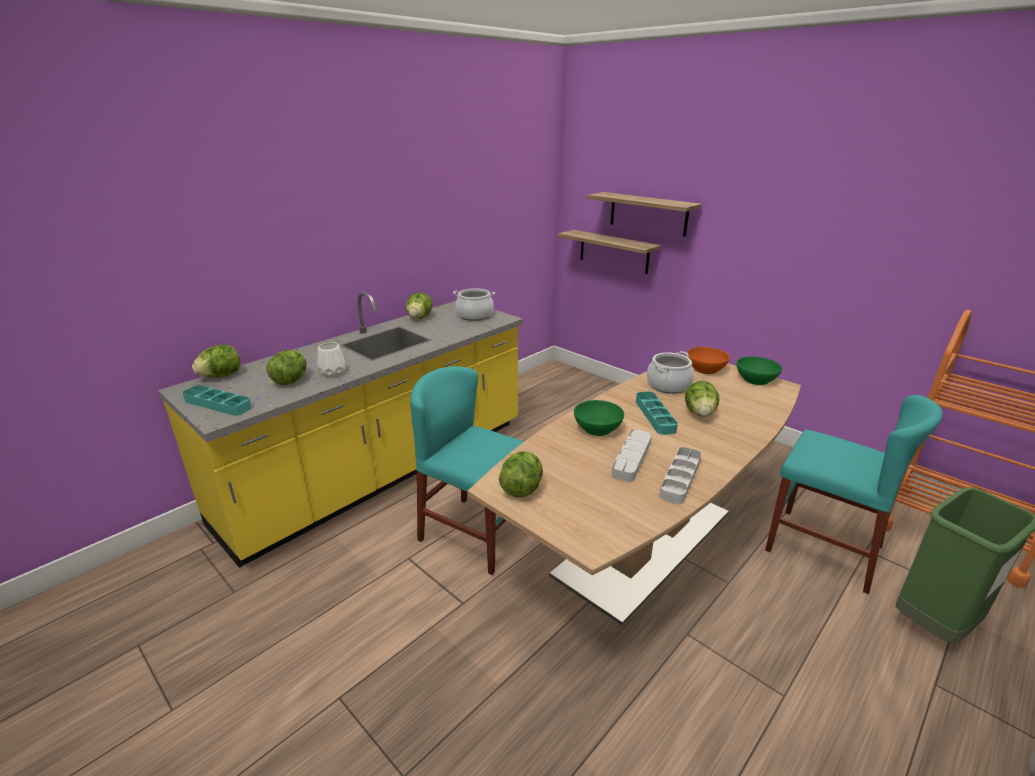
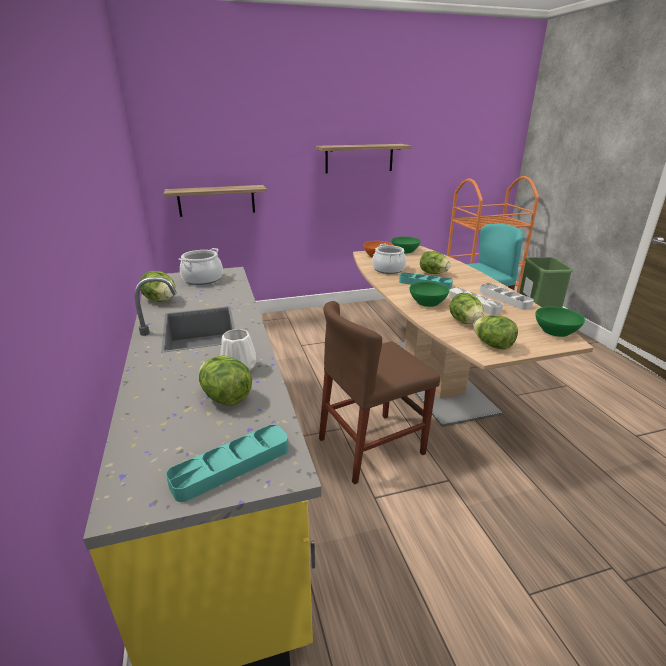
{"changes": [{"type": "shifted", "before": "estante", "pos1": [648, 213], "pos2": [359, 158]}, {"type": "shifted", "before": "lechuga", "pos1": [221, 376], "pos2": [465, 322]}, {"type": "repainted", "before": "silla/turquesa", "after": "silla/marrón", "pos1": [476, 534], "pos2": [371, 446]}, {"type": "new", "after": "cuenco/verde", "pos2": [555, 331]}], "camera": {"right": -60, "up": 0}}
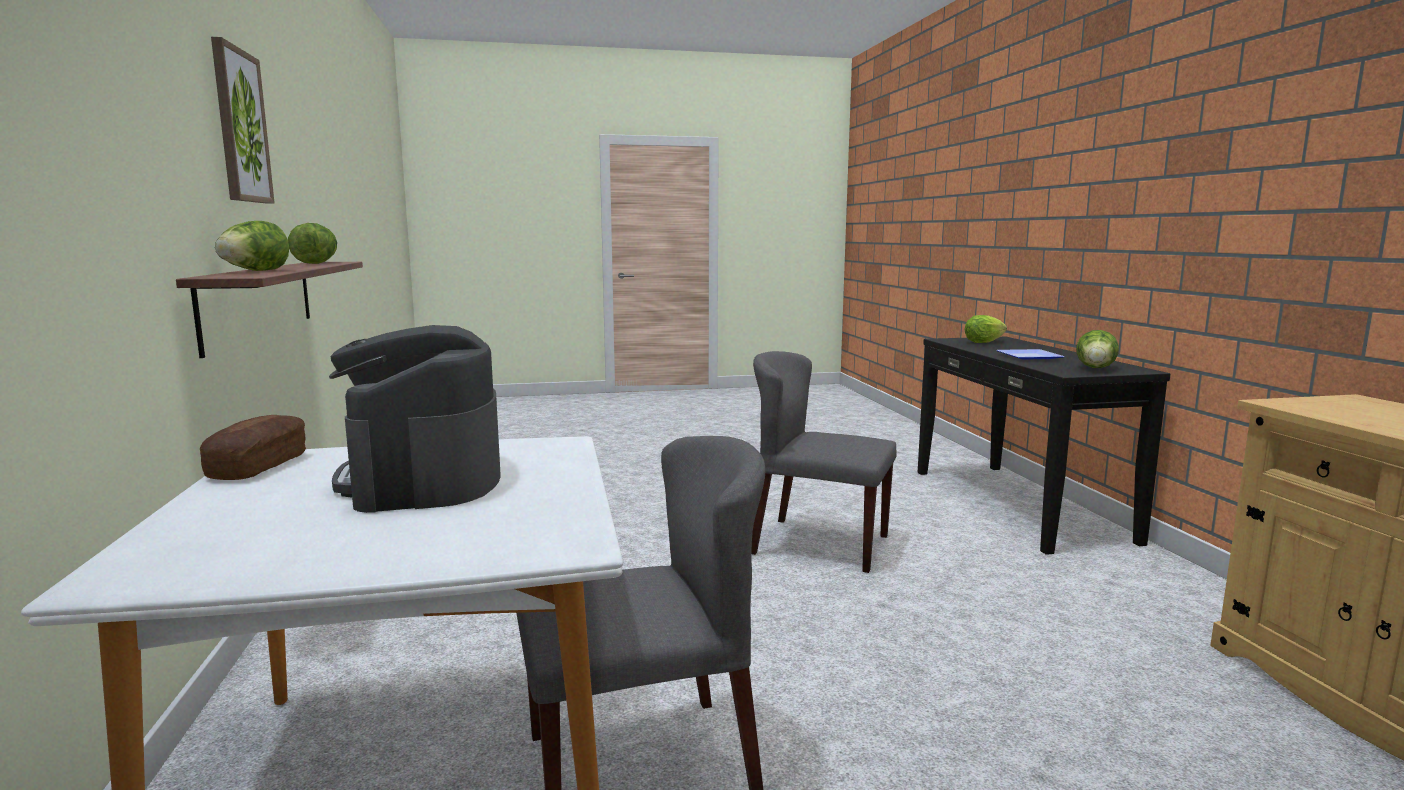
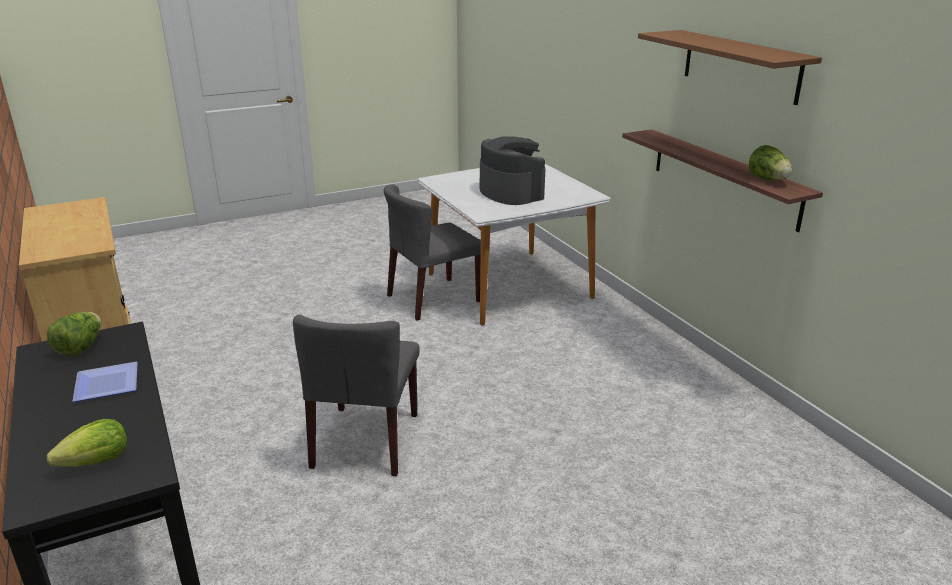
{"changes": [{"type": "swapped", "before": "cuadro", "after": "estante/marrón", "pos1": [240, 126], "pos2": [740, 66]}, {"type": "gone", "before": "lechuga", "pos1": [254, 271]}, {"type": "rotated", "before": "silla/gris", "pos1": [819, 544], "pos2": [366, 441], "turn": 90}, {"type": "gone", "before": "pan", "pos1": [258, 466]}], "camera": {"right": 165, "up": 15}}
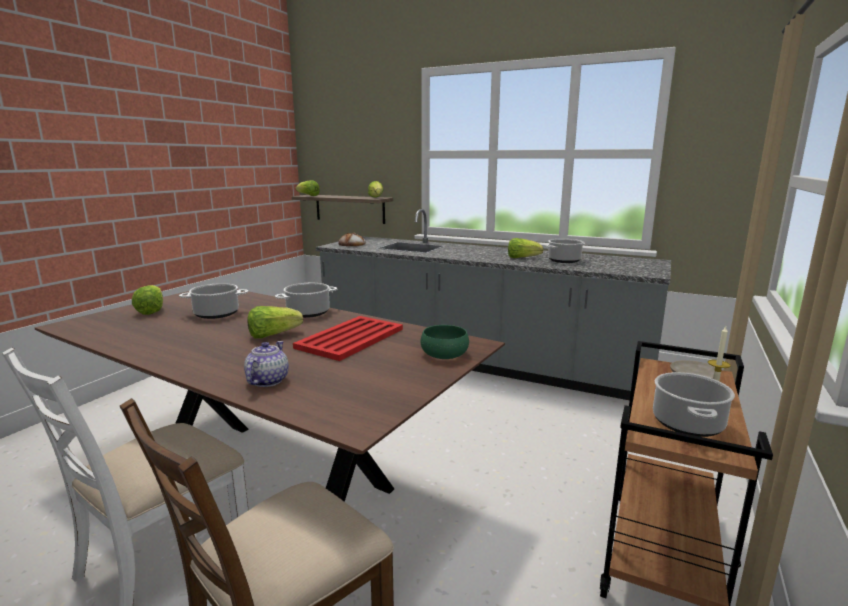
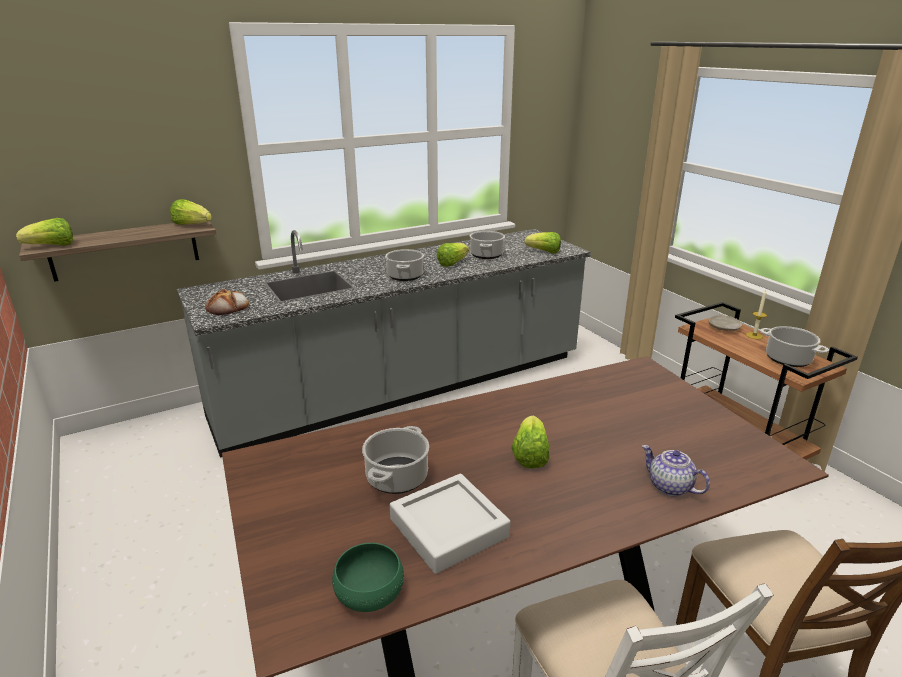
{"changes": [{"type": "shifted", "before": "olla", "pos1": [308, 313], "pos2": [405, 276]}, {"type": "shifted", "before": "lechuga", "pos1": [151, 310], "pos2": [544, 252]}, {"type": "gone", "before": "bandeja/rojo", "pos1": [349, 338]}, {"type": "shifted", "before": "cuenco/verde", "pos1": [444, 354], "pos2": [369, 591]}, {"type": "new", "after": "bandeja/gris", "pos2": [448, 528]}], "camera": {"right": -55, "up": 10}}
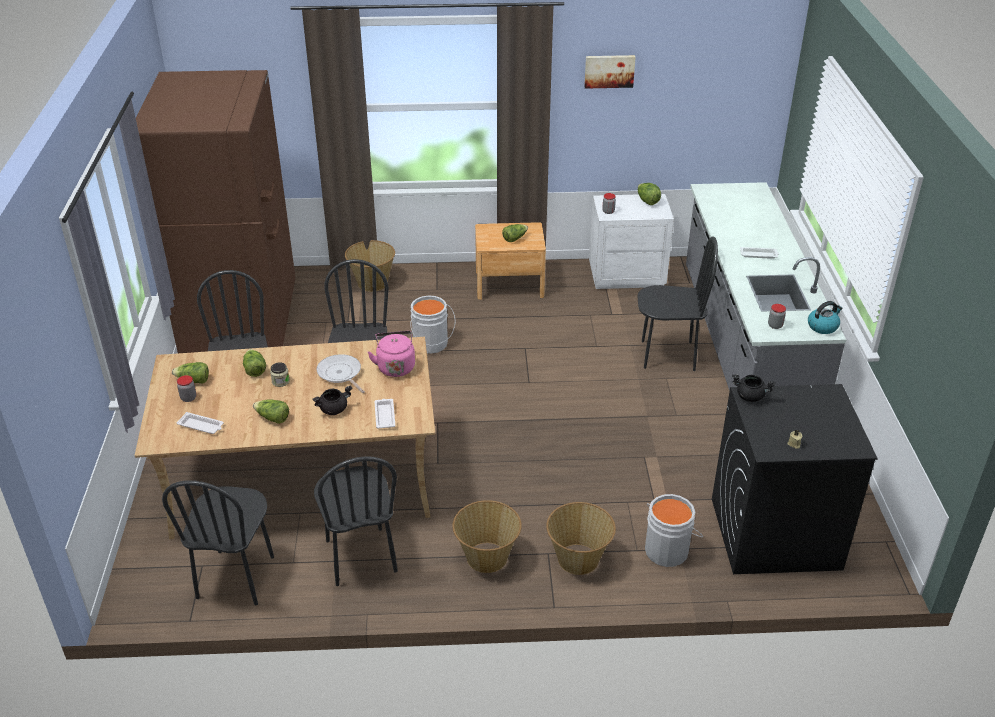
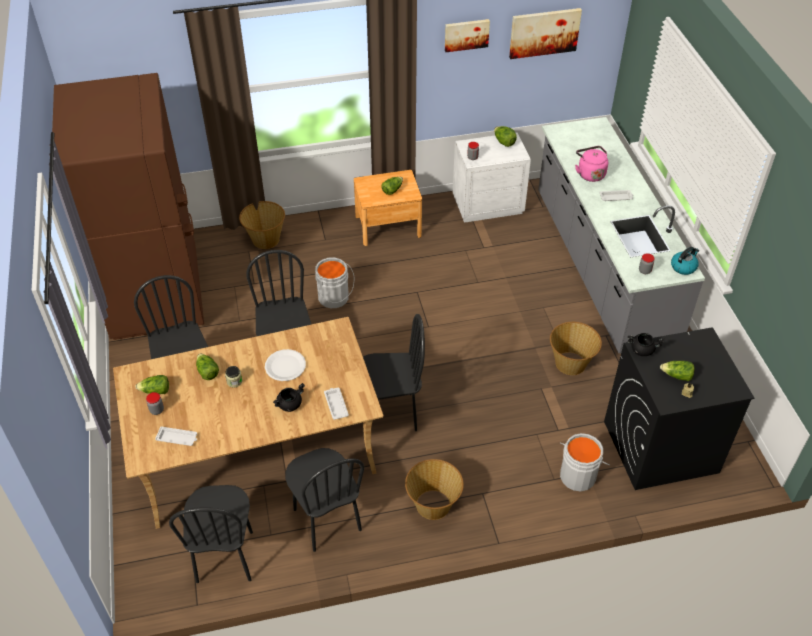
{"changes": [{"type": "shifted", "before": "silla/negro", "pos1": [668, 355], "pos2": [390, 414]}, {"type": "shifted", "before": "hervidor/rosa", "pos1": [395, 366], "pos2": [590, 173]}, {"type": "swapped", "before": "sartén", "after": "plato/blanco", "pos1": [340, 374], "pos2": [285, 366]}, {"type": "shifted", "before": "lechuga", "pos1": [272, 418], "pos2": [677, 376]}, {"type": "shifted", "before": "cesta", "pos1": [578, 560], "pos2": [571, 364]}, {"type": "new", "after": "cuadro", "pos2": [544, 32]}], "camera": {"right": -10, "up": 10}}
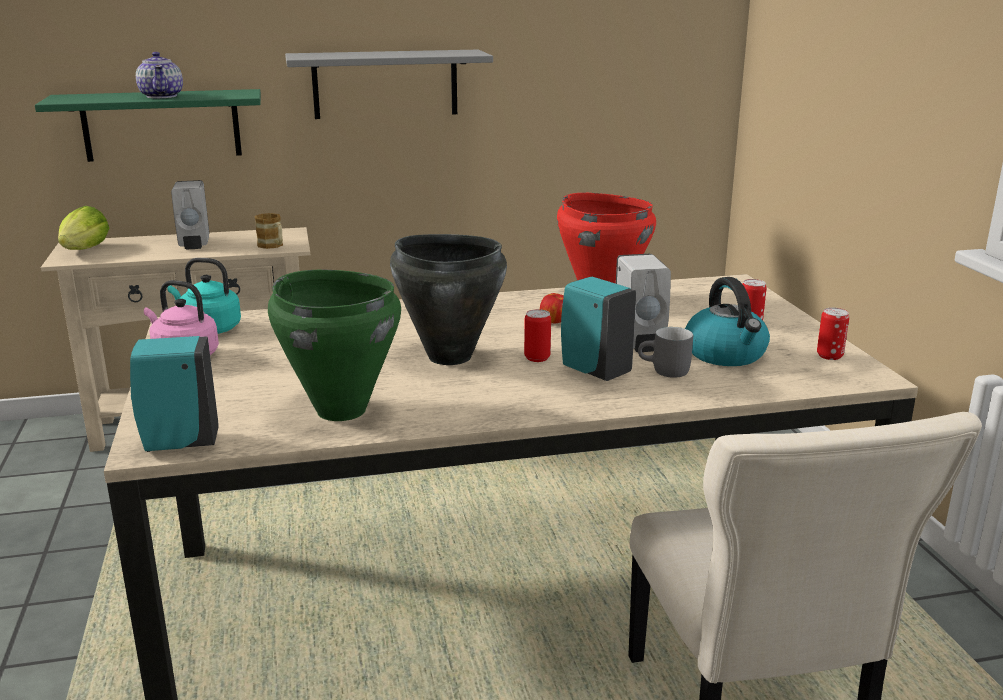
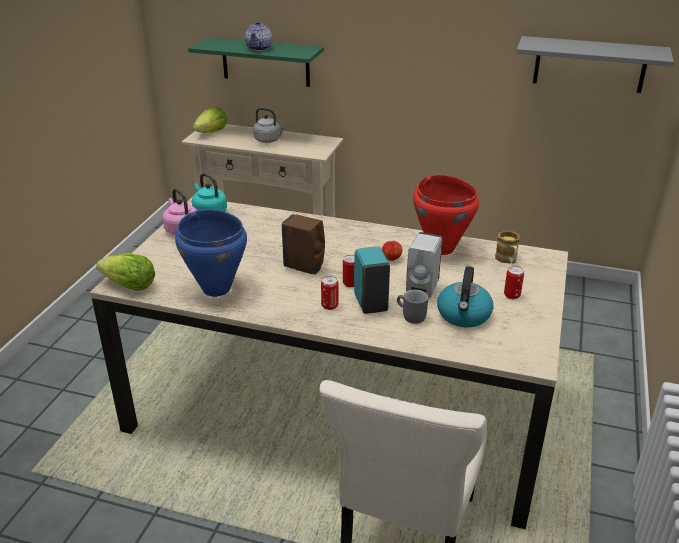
{"changes": [{"type": "shifted", "before": "estante/gris", "pos1": [385, 84], "pos2": [589, 64]}, {"type": "swapped", "before": "dispensador de jabón/blanco", "after": "hervidor/gris", "pos1": [194, 244], "pos2": [269, 140]}, {"type": "shifted", "before": "taza grande", "pos1": [273, 246], "pos2": [507, 260]}, {"type": "swapped", "before": "olla/negro", "after": "dispensador de jabón/marrón", "pos1": [449, 356], "pos2": [305, 268]}, {"type": "repainted", "before": "olla/verde", "after": "olla/azul", "pos1": [341, 410], "pos2": [216, 288]}, {"type": "shifted", "before": "lata", "pos1": [829, 356], "pos2": [329, 306]}, {"type": "swapped", "before": "dispensador de jabón/turquesa", "after": "lechuga", "pos1": [178, 444], "pos2": [130, 286]}], "camera": {"right": 30, "up": 10}}
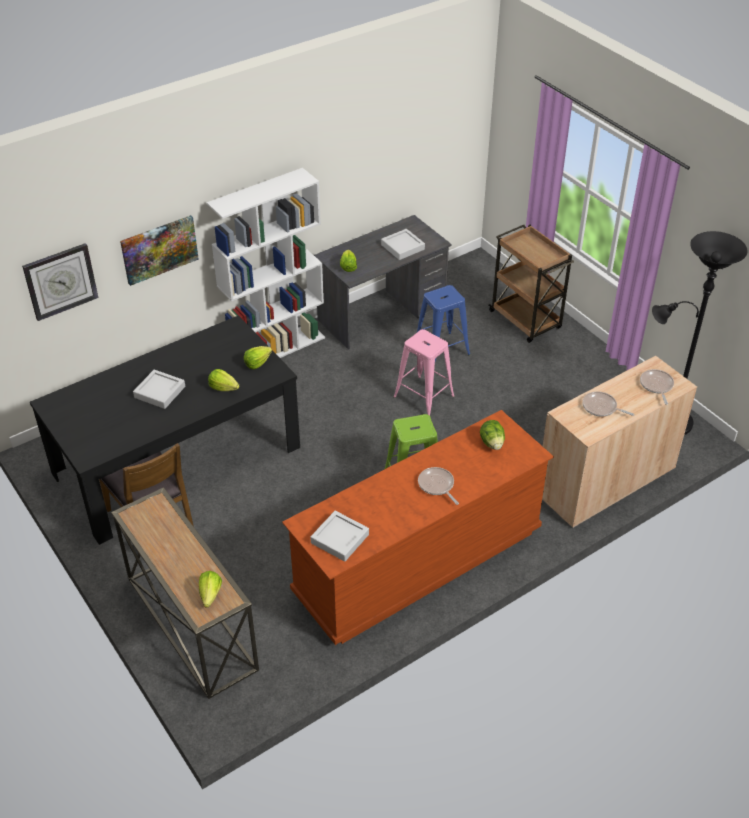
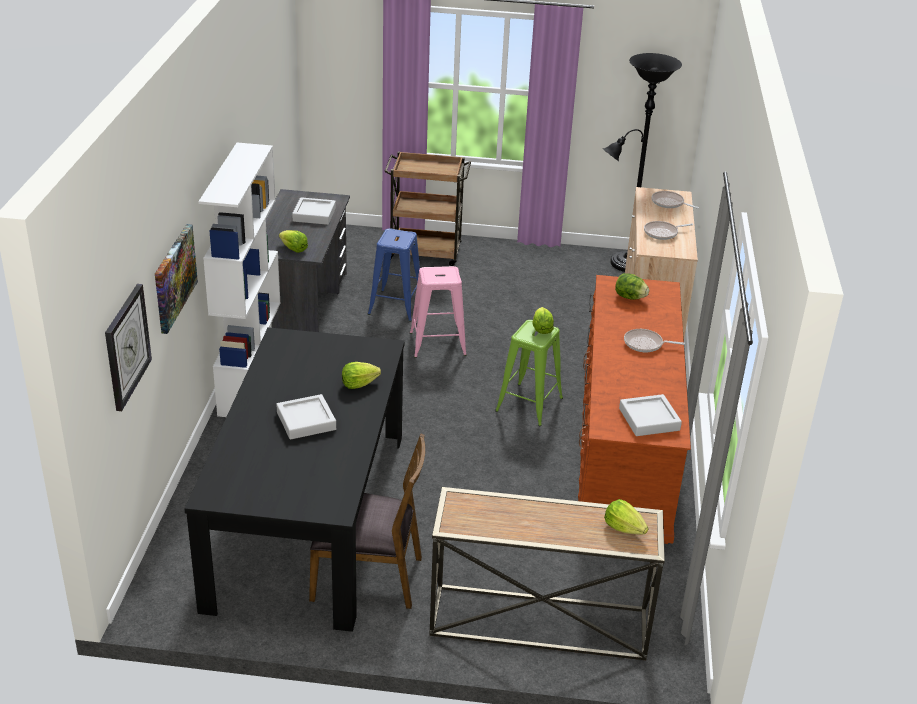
{"changes": [{"type": "shifted", "before": "lechuga", "pos1": [257, 363], "pos2": [541, 328]}], "camera": {"right": -50, "up": -10}}
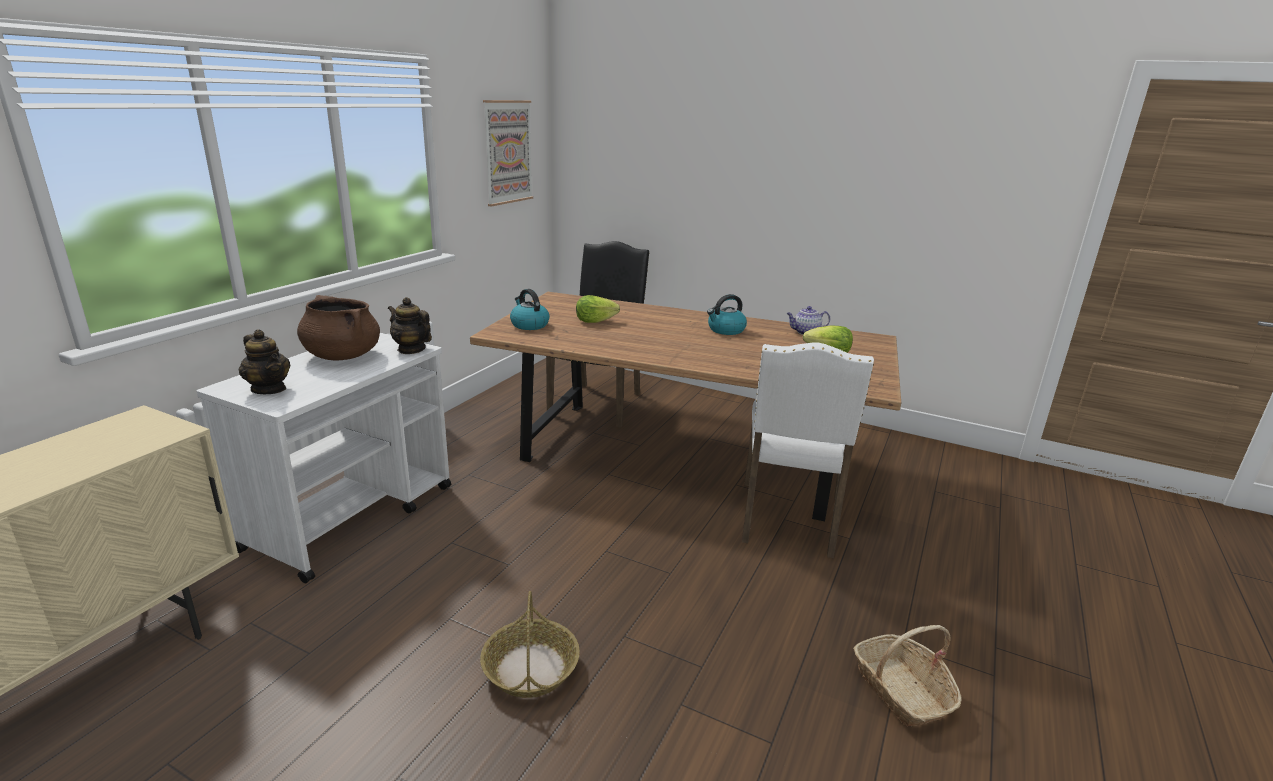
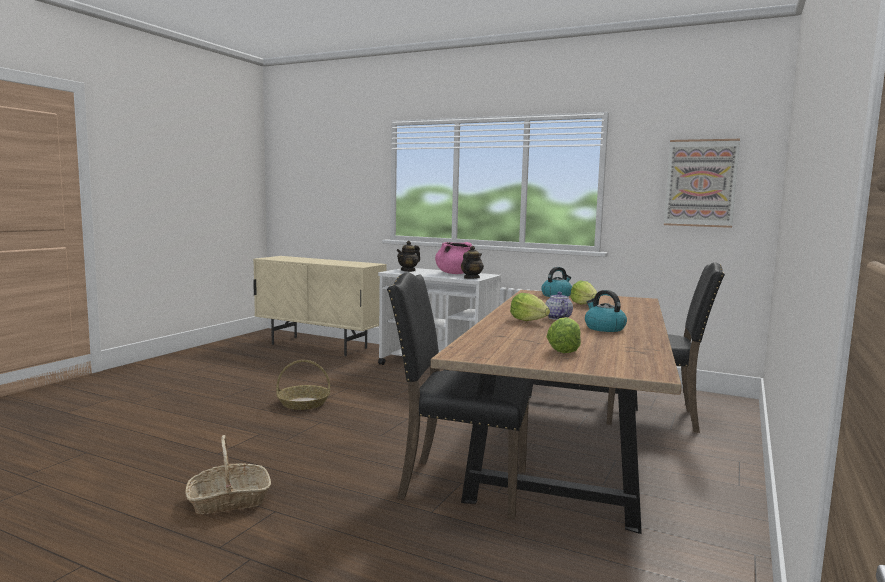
{"changes": [{"type": "repainted", "before": "olla/marrón", "after": "olla/rosa", "pos1": [342, 356], "pos2": [455, 273]}, {"type": "shifted", "before": "tetera", "pos1": [805, 332], "pos2": [557, 318]}, {"type": "repainted", "before": "silla/blanco", "after": "silla/negro", "pos1": [789, 519], "pos2": [460, 485]}, {"type": "new", "after": "lechuga", "pos2": [528, 321]}], "camera": {"right": 90, "up": -15}}
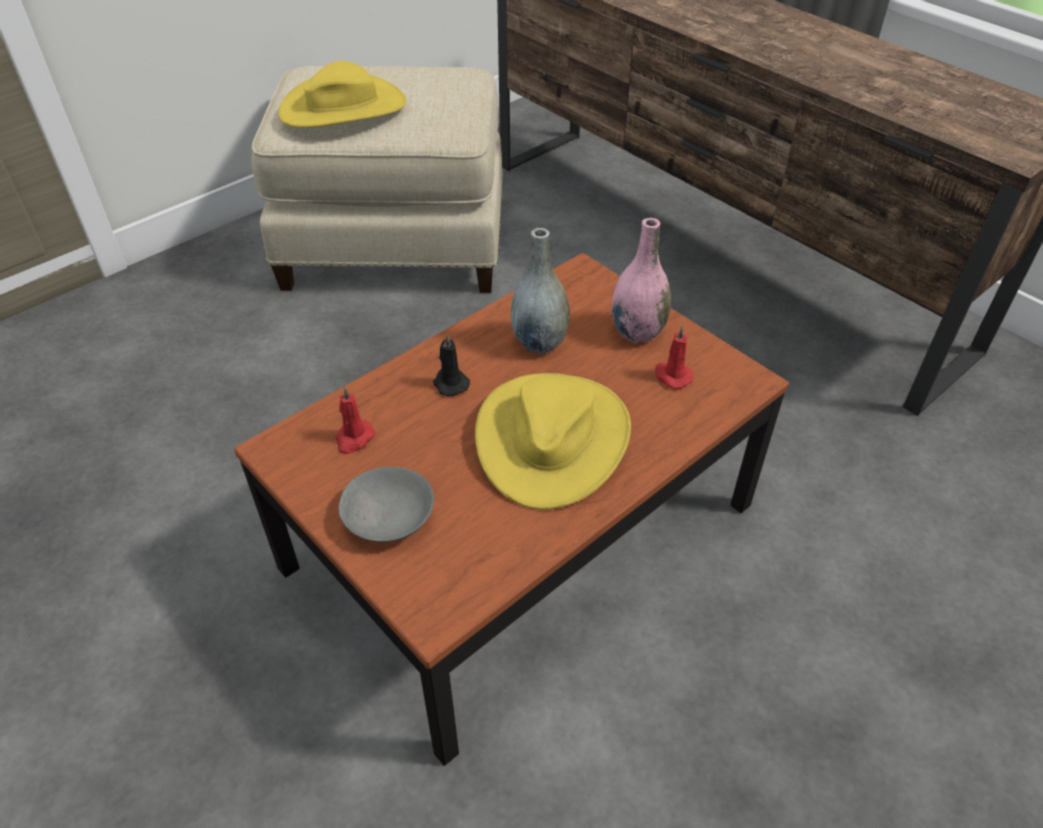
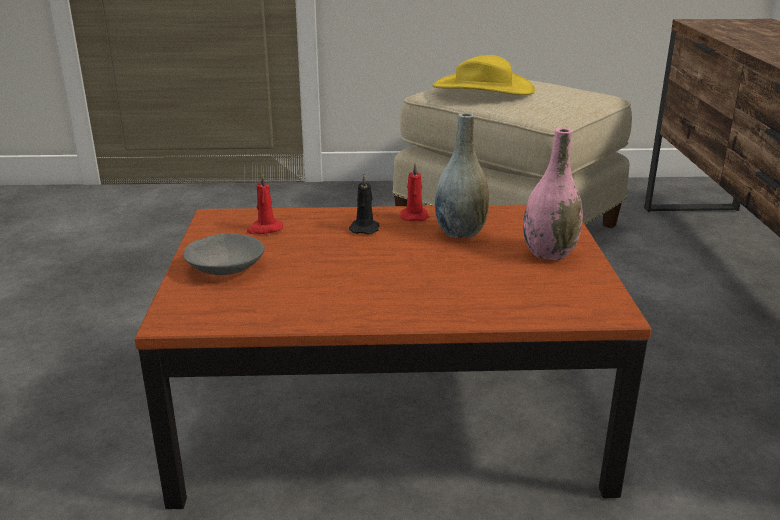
{"changes": [{"type": "shifted", "before": "vela/rojo", "pos1": [672, 376], "pos2": [414, 216]}, {"type": "gone", "before": "sombrero/amarillo", "pos1": [551, 438]}], "camera": {"right": 40, "up": -20}}
